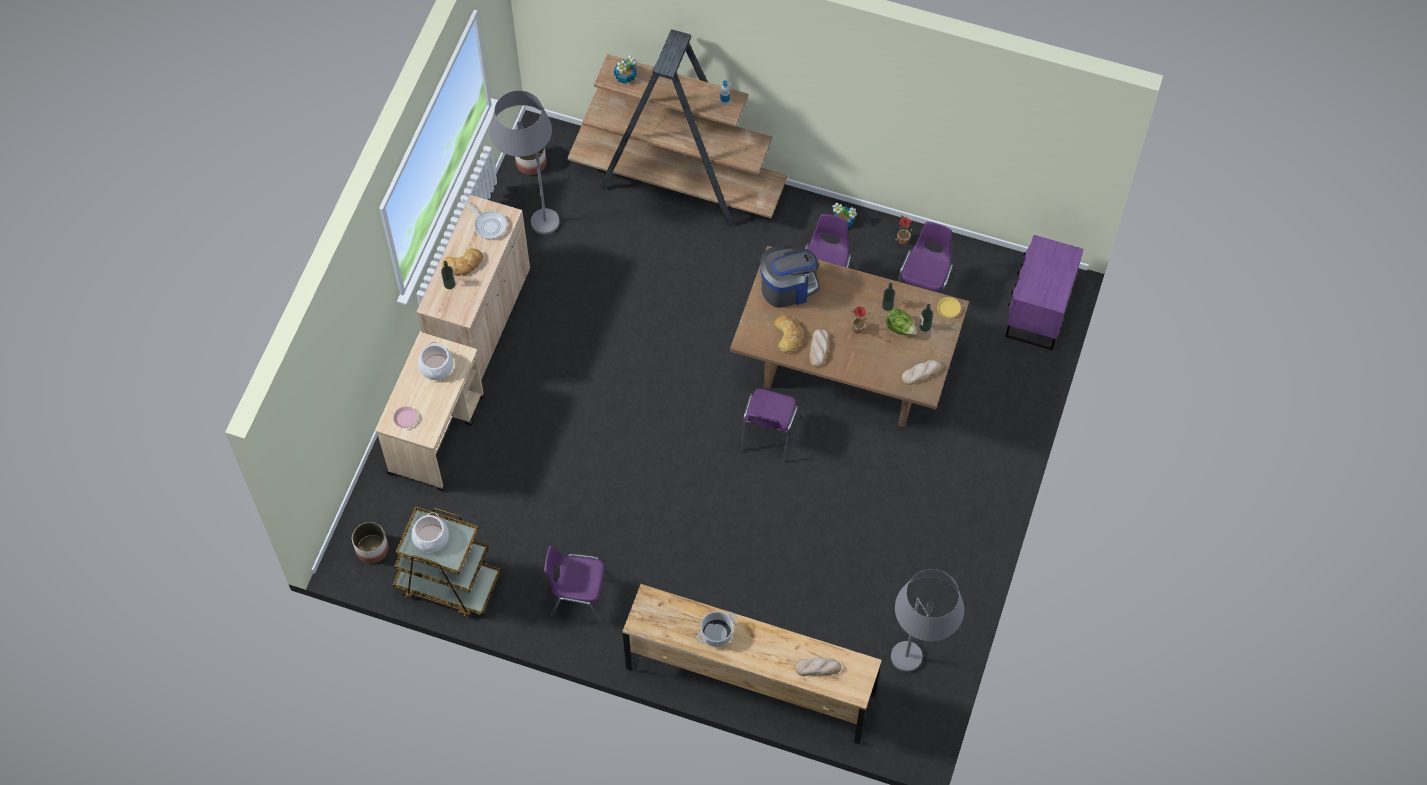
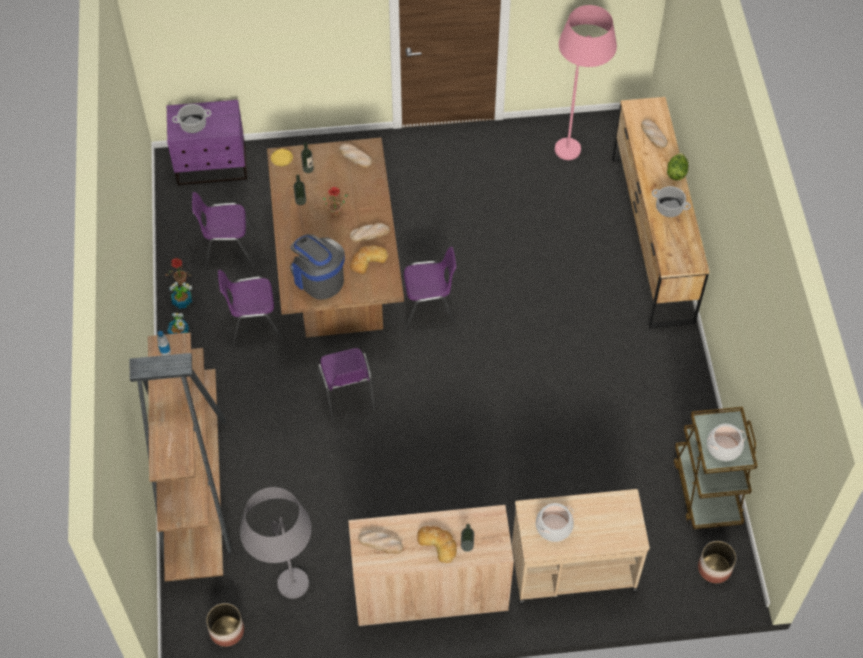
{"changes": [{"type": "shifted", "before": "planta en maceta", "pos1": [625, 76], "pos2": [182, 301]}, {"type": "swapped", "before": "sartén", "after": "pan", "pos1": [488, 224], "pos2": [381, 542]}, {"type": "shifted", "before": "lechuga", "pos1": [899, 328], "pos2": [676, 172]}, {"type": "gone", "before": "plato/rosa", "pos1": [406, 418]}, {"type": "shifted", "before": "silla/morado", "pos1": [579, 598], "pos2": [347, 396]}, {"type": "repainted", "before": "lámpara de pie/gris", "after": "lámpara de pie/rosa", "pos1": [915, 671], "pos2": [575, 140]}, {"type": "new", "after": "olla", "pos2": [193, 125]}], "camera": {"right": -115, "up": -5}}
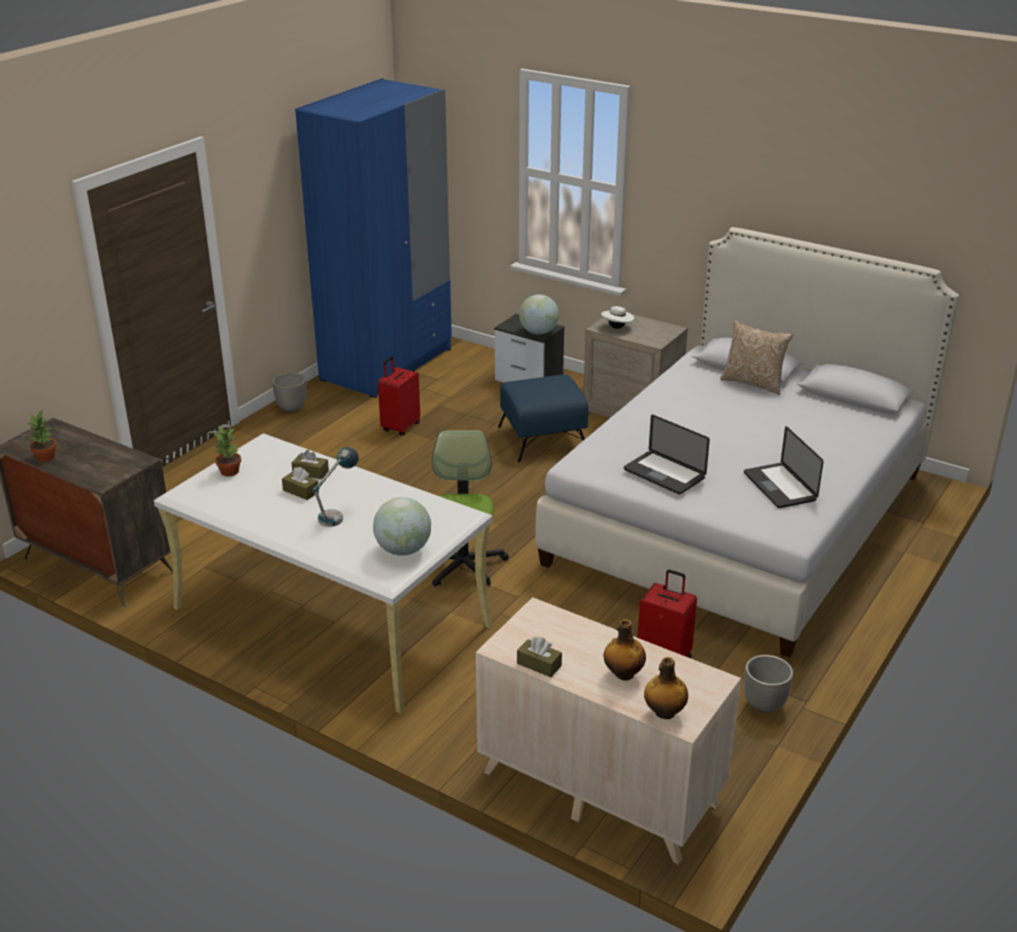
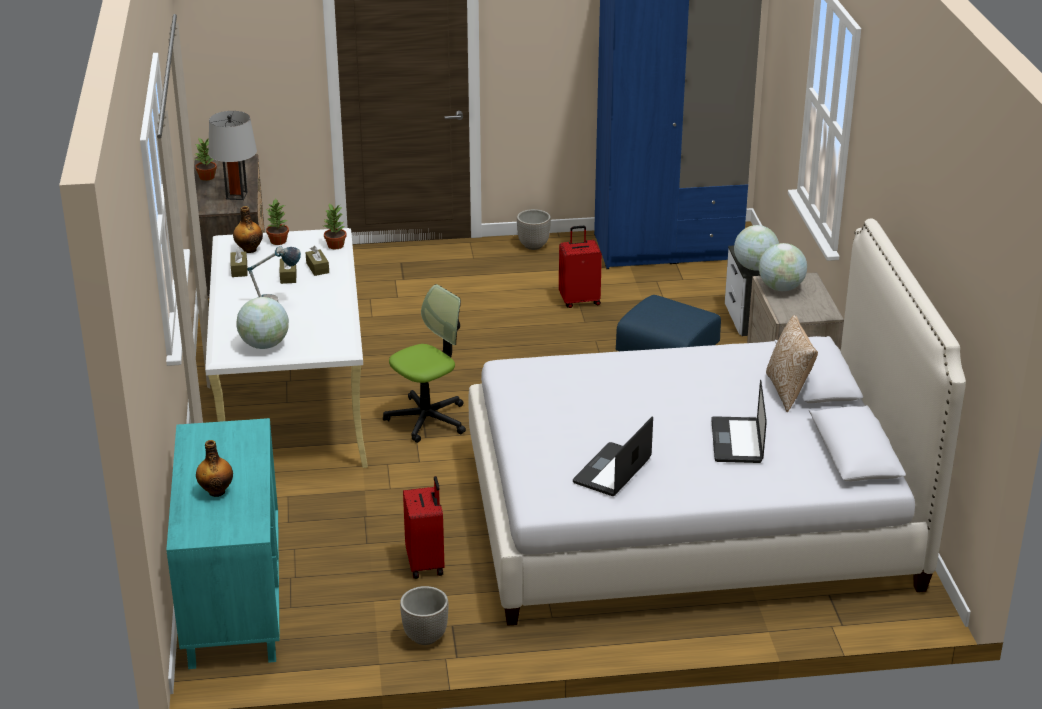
{"changes": [{"type": "swapped", "before": "sombrero/blanco", "after": "globo terráqueo", "pos1": [617, 328], "pos2": [781, 288]}, {"type": "shifted", "before": "portátil", "pos1": [664, 474], "pos2": [736, 441]}, {"type": "repainted", "before": "cómoda/beis", "after": "cómoda/turquesa", "pos1": [599, 787], "pos2": [234, 598]}, {"type": "shifted", "before": "caja de pañuelos/marrón", "pos1": [539, 664], "pos2": [239, 269]}, {"type": "shifted", "before": "botella", "pos1": [664, 713], "pos2": [249, 249]}, {"type": "new", "after": "lámpara de mesa/gris", "pos2": [236, 195]}, {"type": "new", "after": "planta en maceta", "pos2": [335, 246]}], "camera": {"right": 50, "up": 0}}
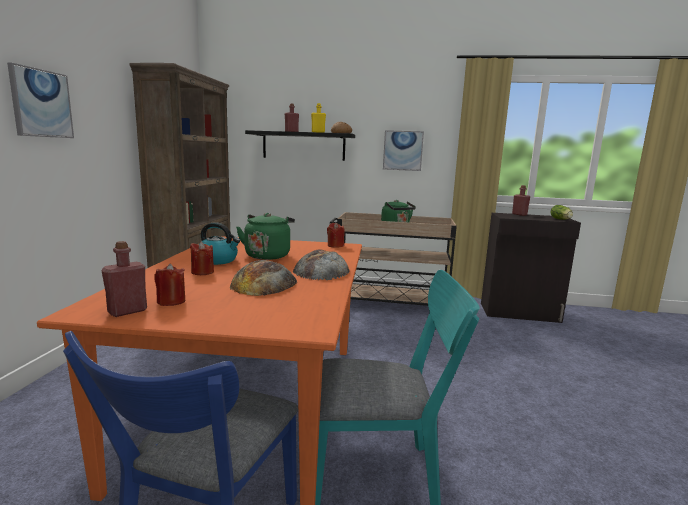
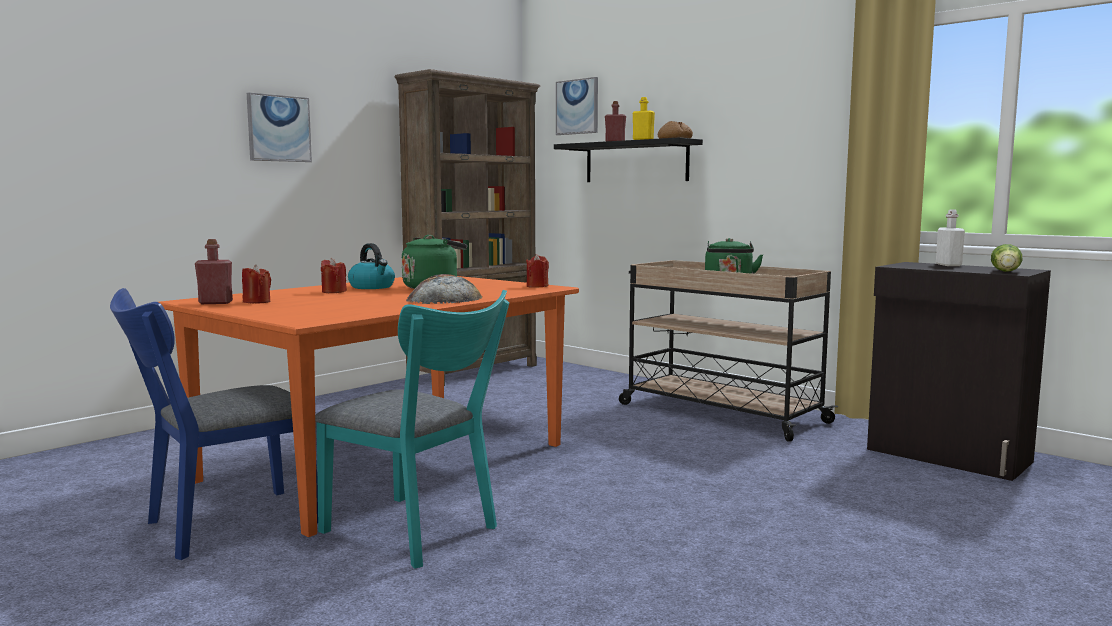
{"changes": [{"type": "shifted", "before": "cuadro", "pos1": [403, 150], "pos2": [577, 107]}, {"type": "repainted", "before": "botella/rojo", "after": "botella/blanco", "pos1": [519, 214], "pos2": [948, 265]}, {"type": "gone", "before": "pan", "pos1": [264, 283]}], "camera": {"right": 35, "up": -5}}
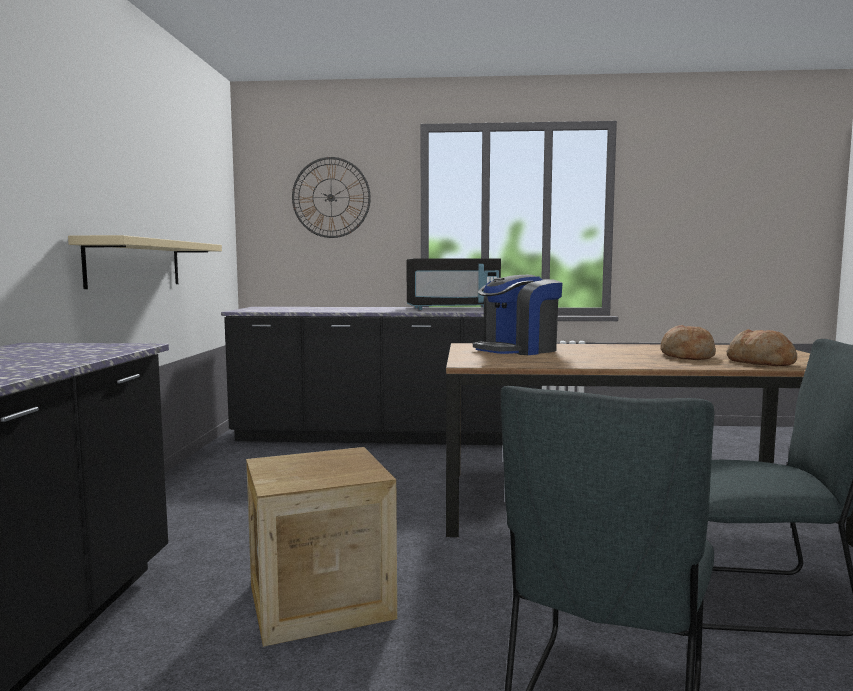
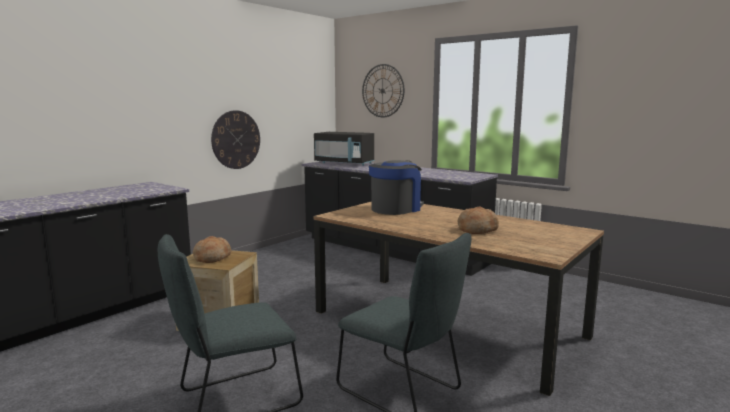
{"changes": [{"type": "swapped", "before": "estante/beis", "after": "reloj de pared", "pos1": [135, 263], "pos2": [236, 139]}, {"type": "shifted", "before": "microondas/negro", "pos1": [452, 308], "pos2": [344, 163]}, {"type": "rotated", "before": "cafetera", "pos1": [517, 350], "pos2": [396, 209], "turn": 135}, {"type": "shifted", "before": "pan", "pos1": [760, 362], "pos2": [212, 258]}], "camera": {"right": 35, "up": 5}}
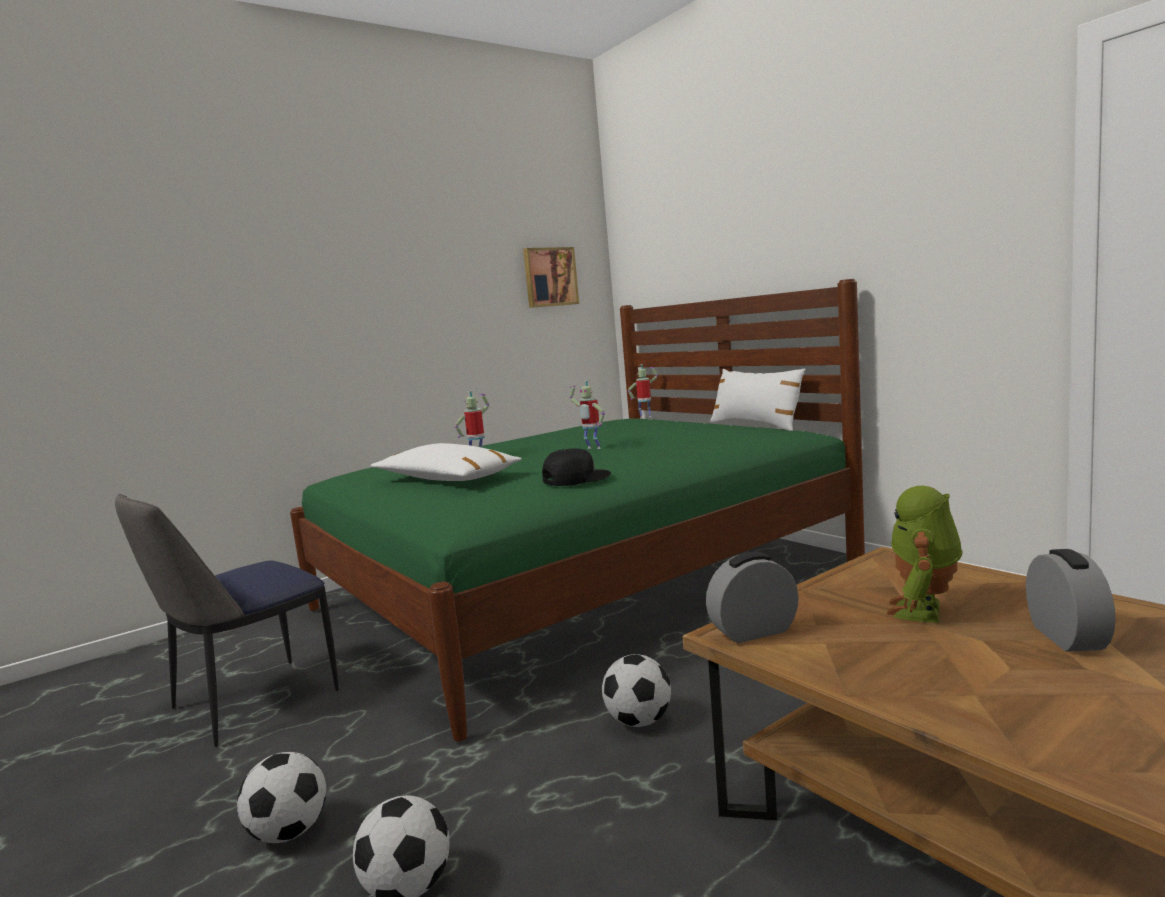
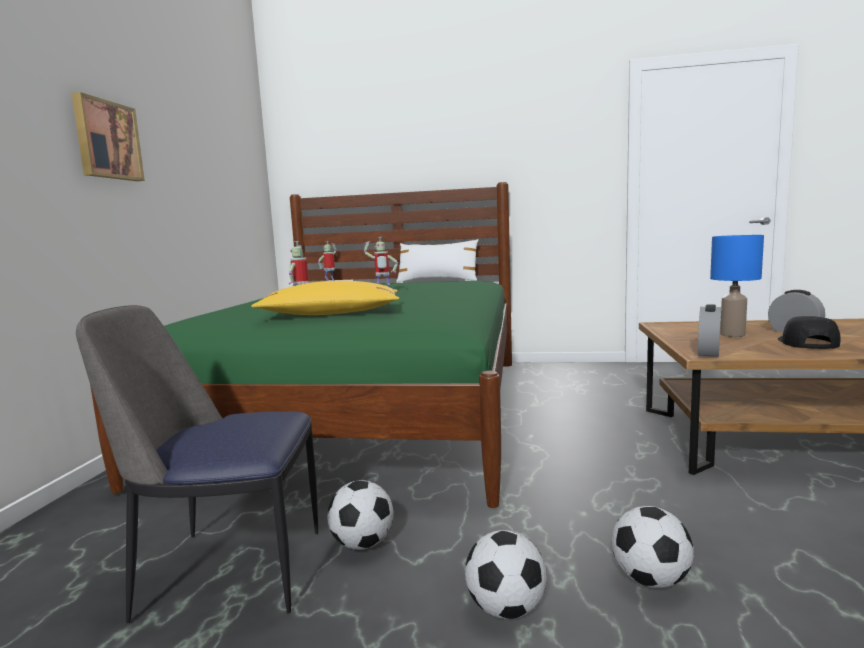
{"changes": [{"type": "shifted", "before": "cuadro", "pos1": [549, 277], "pos2": [106, 140]}, {"type": "repainted", "before": "cojín/blanco", "after": "cojín/amarillo", "pos1": [446, 479], "pos2": [331, 314]}, {"type": "shifted", "before": "gorra/negro", "pos1": [575, 478], "pos2": [806, 342]}, {"type": "swapped", "before": "robot de juguete", "after": "lámpara de mesa/azul", "pos1": [924, 611], "pos2": [733, 335]}, {"type": "rotated", "before": "silla", "pos1": [250, 702], "pos2": [228, 571], "turn": 90}, {"type": "shifted", "before": "balón de fútbol", "pos1": [639, 721], "pos2": [362, 544]}], "camera": {"right": -45, "up": 0}}
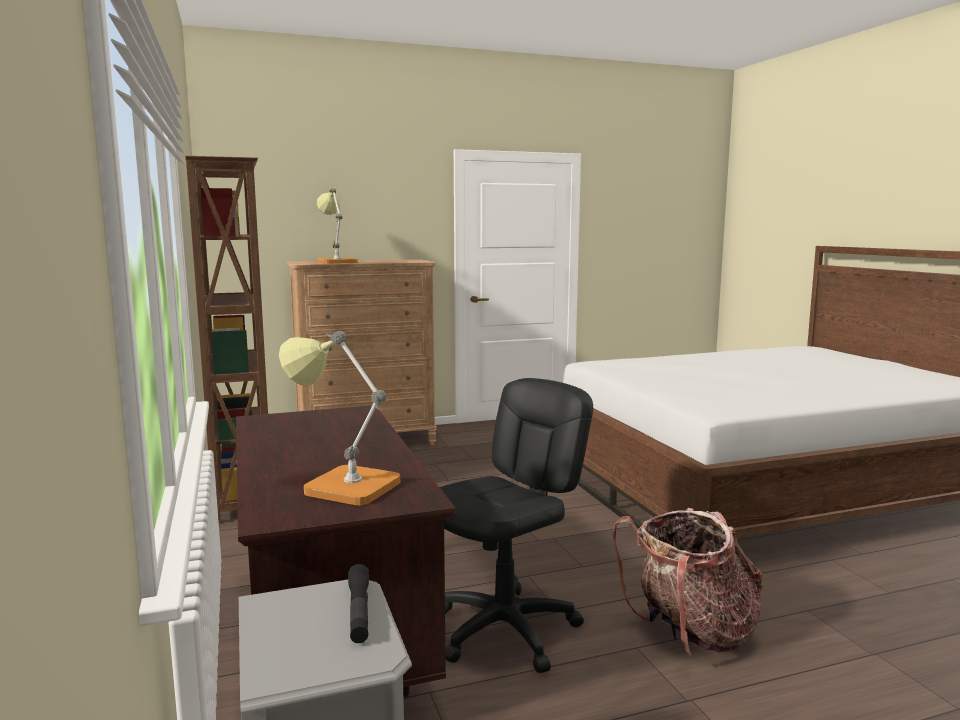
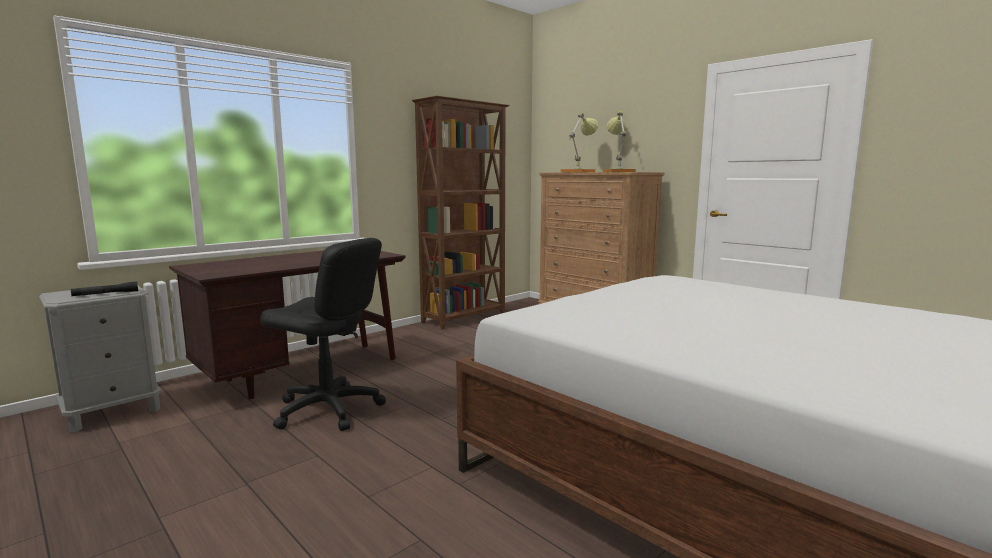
{"changes": [{"type": "shifted", "before": "lámpara de mesa", "pos1": [342, 486], "pos2": [617, 172]}, {"type": "gone", "before": "mochila", "pos1": [690, 633]}], "camera": {"right": 65, "up": 0}}
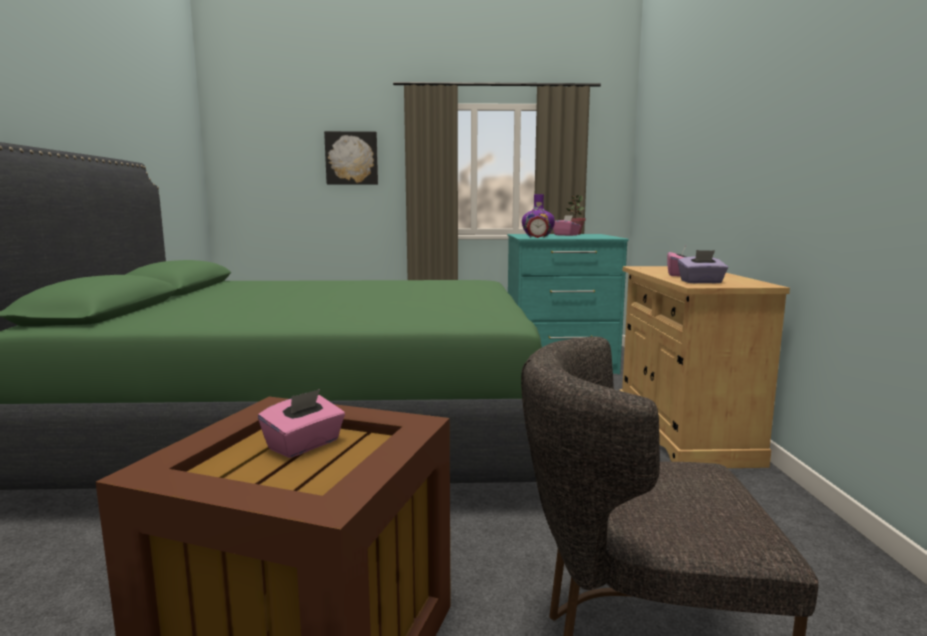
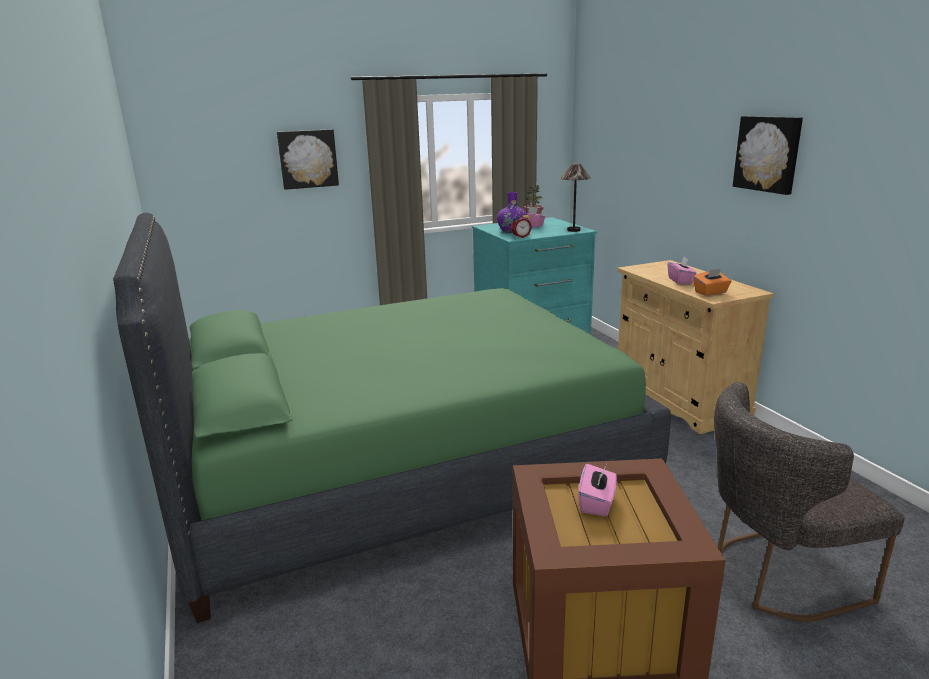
{"changes": [{"type": "repainted", "before": "caja de pañuelos/morado", "after": "caja de pañuelos/naranja", "pos1": [701, 282], "pos2": [711, 292]}, {"type": "new", "after": "cuadro", "pos2": [768, 154]}, {"type": "new", "after": "lámpara de mesa", "pos2": [573, 230]}], "camera": {"right": -20, "up": 10}}
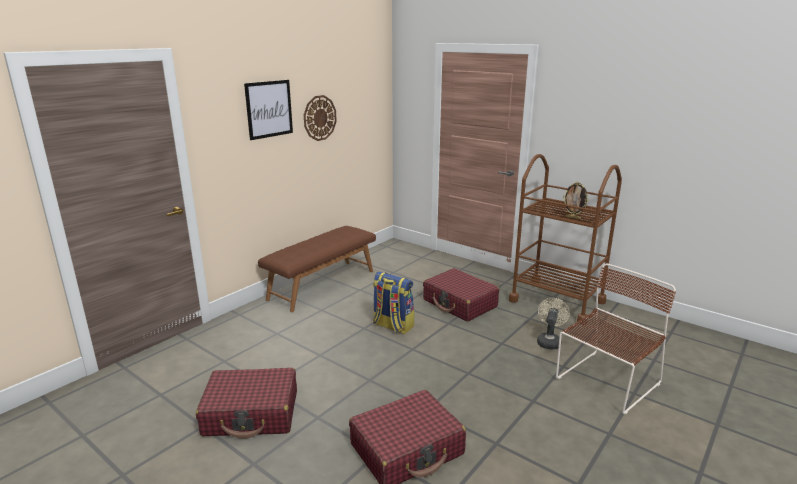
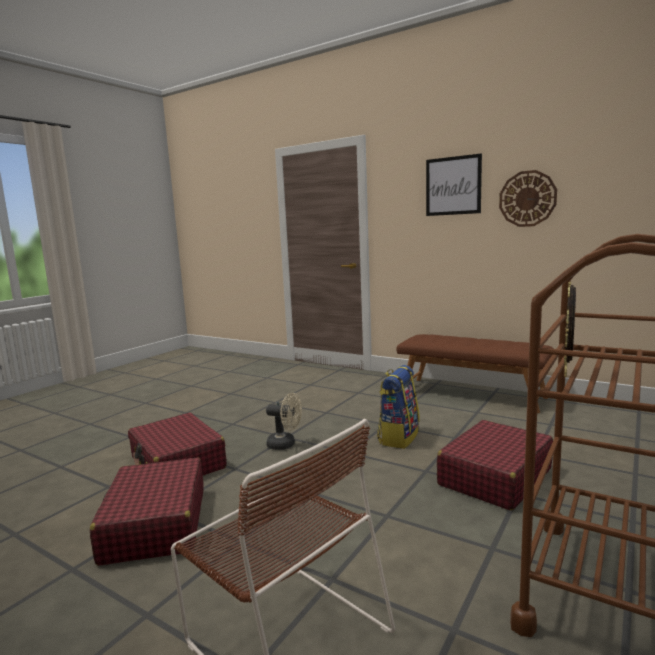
{"changes": [{"type": "shifted", "before": "ventilador/beis", "pos1": [549, 341], "pos2": [285, 444]}, {"type": "shifted", "before": "maleta/rojo", "pos1": [251, 413], "pos2": [155, 524]}], "camera": {"right": 85, "up": -10}}
